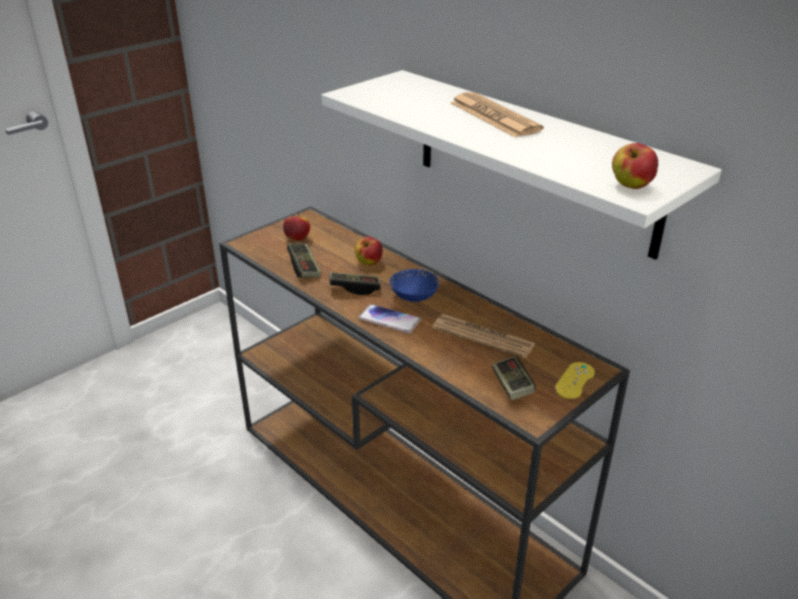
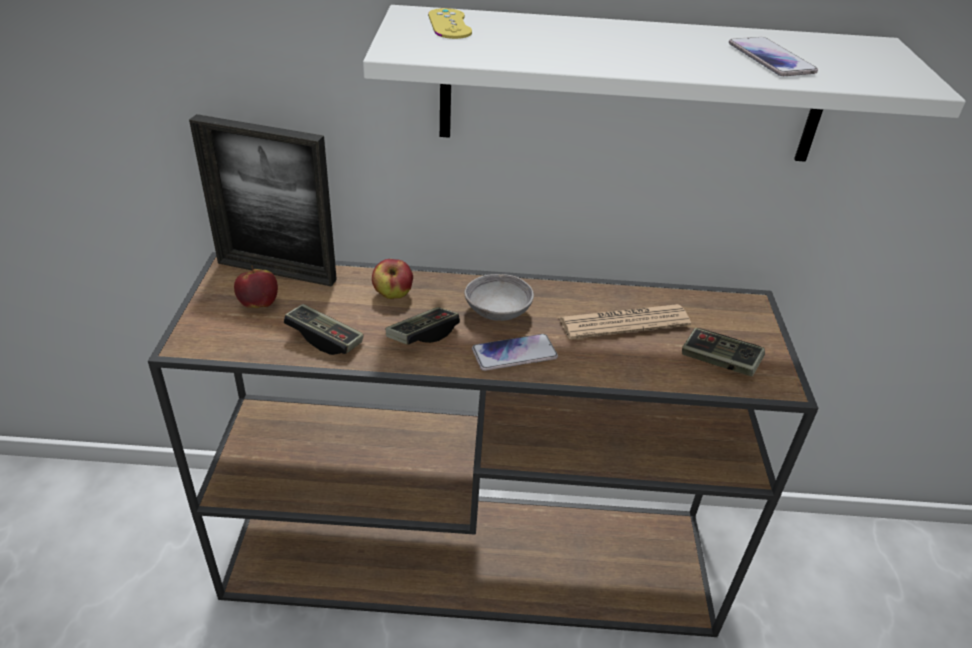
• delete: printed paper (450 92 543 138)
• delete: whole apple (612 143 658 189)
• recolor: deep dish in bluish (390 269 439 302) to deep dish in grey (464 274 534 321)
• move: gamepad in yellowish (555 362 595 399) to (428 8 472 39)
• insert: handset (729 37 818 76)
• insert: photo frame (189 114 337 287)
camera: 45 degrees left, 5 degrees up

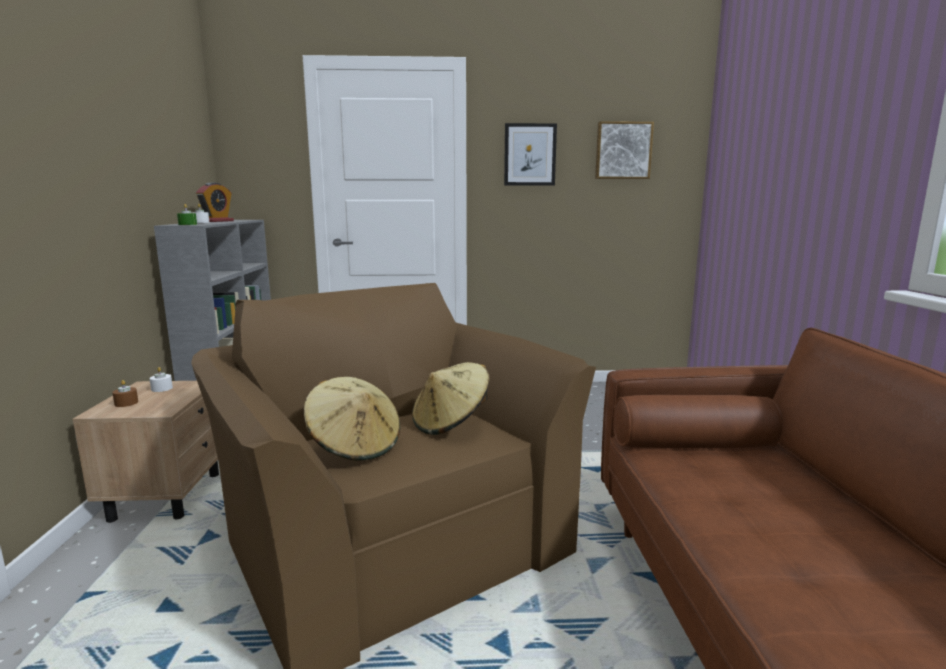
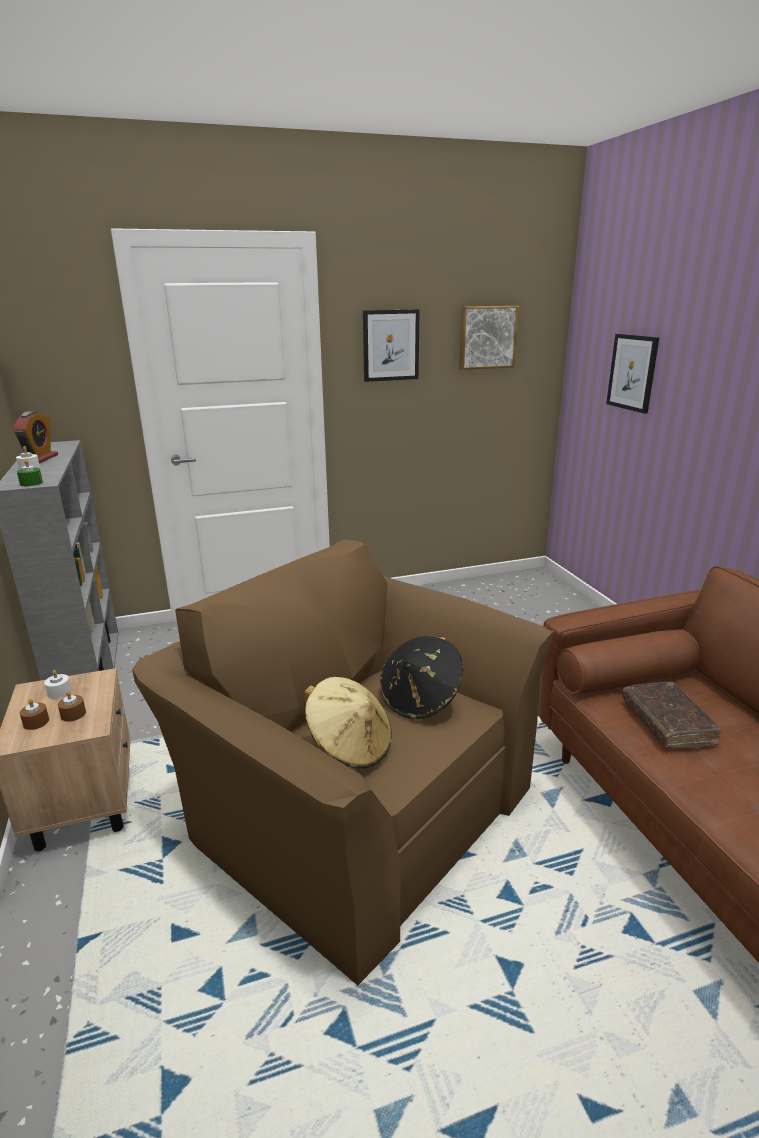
• recolor: wearable hat in beige (412 362 490 435) to wearable hat in black (380 636 463 719)
• insert: wall art (606 334 659 414)
• insert: book in brownish (622 681 722 748)
• insert: candle in brownish (58 691 86 722)
camera: 15 degrees left, 10 degrees up

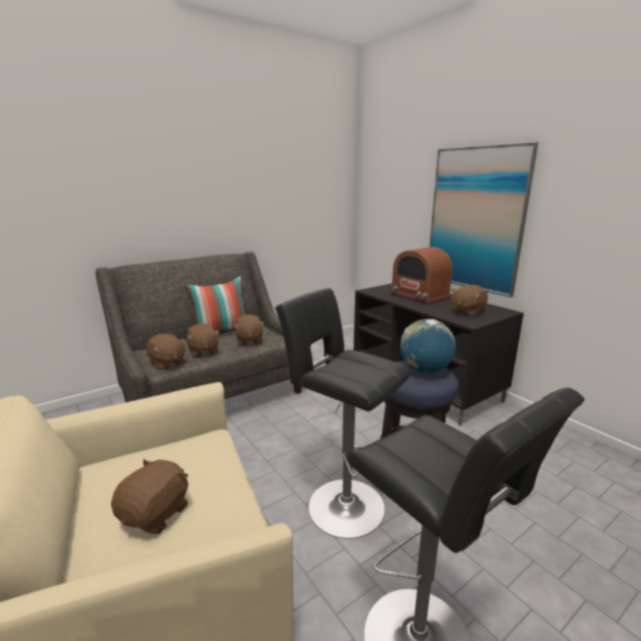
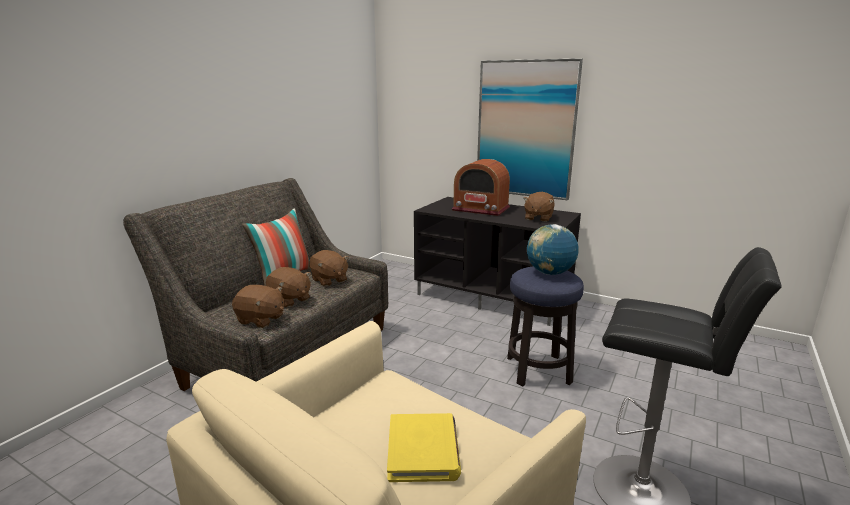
• delete: sitting stool in black (275 288 410 539)
• replace: plush toy in brownish (111 459 188 534) to book in yellowish (387 413 461 482)
camera: 25 degrees left, 0 degrees up

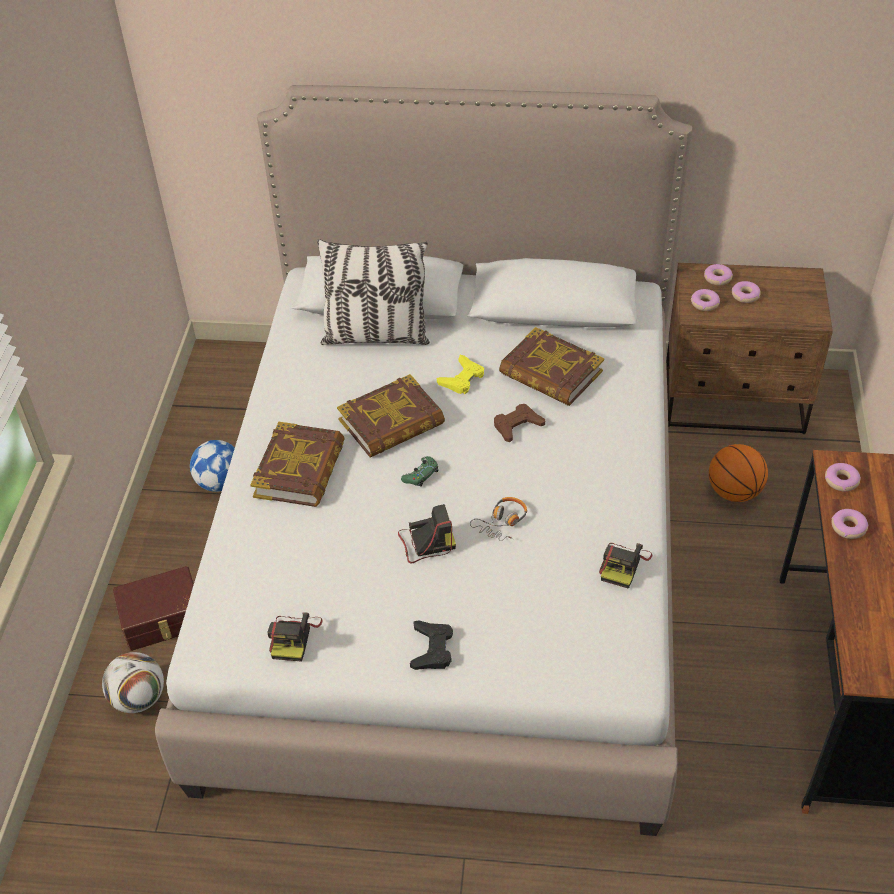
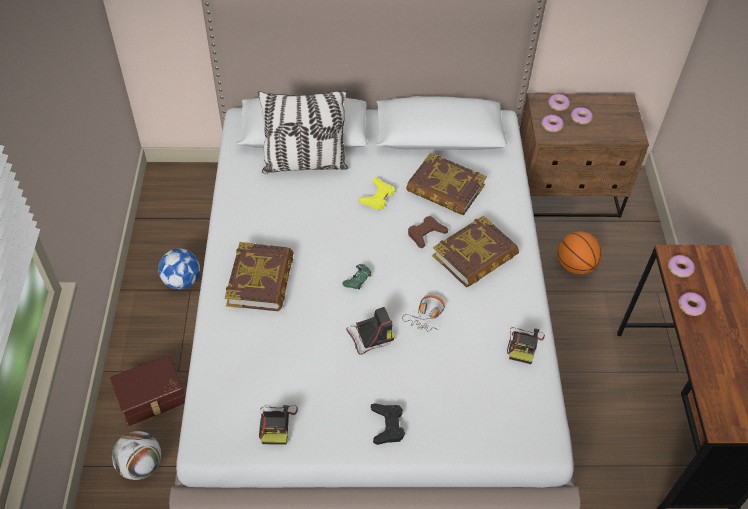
• move: book (337 374 445 457) to (432 215 519 288)
camera: 10 degrees left, 5 degrees up

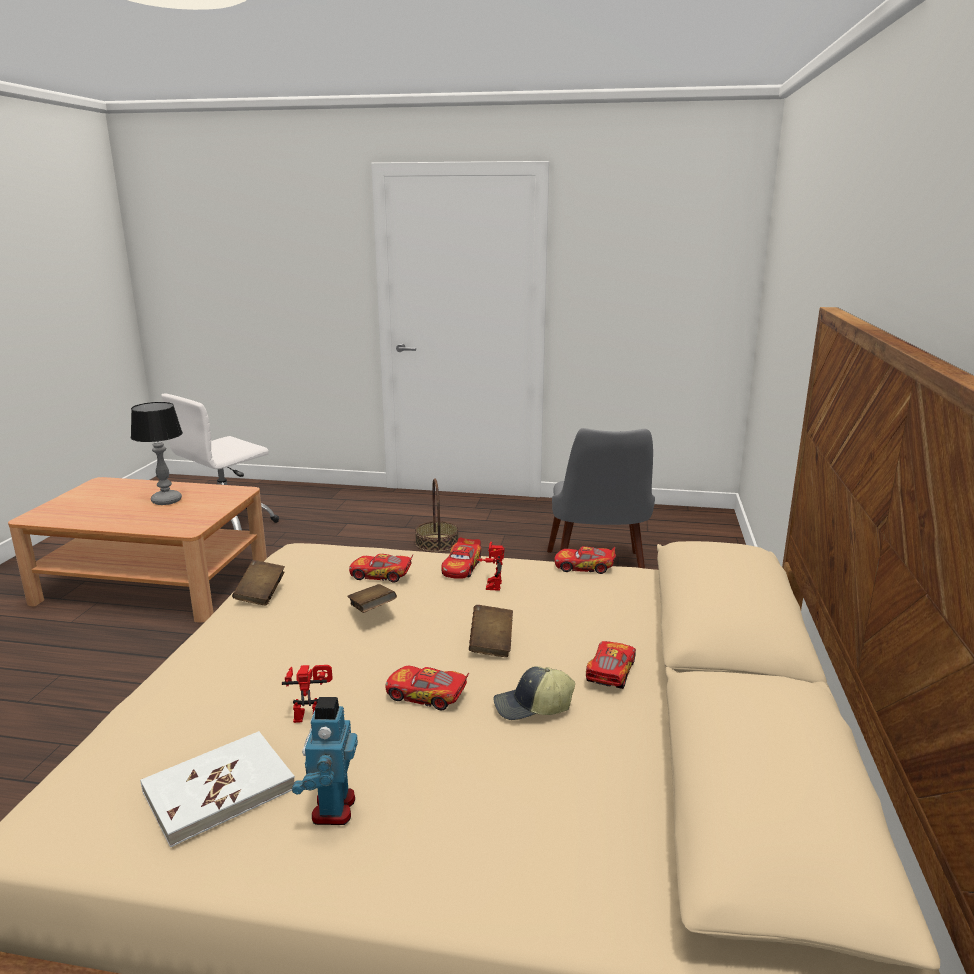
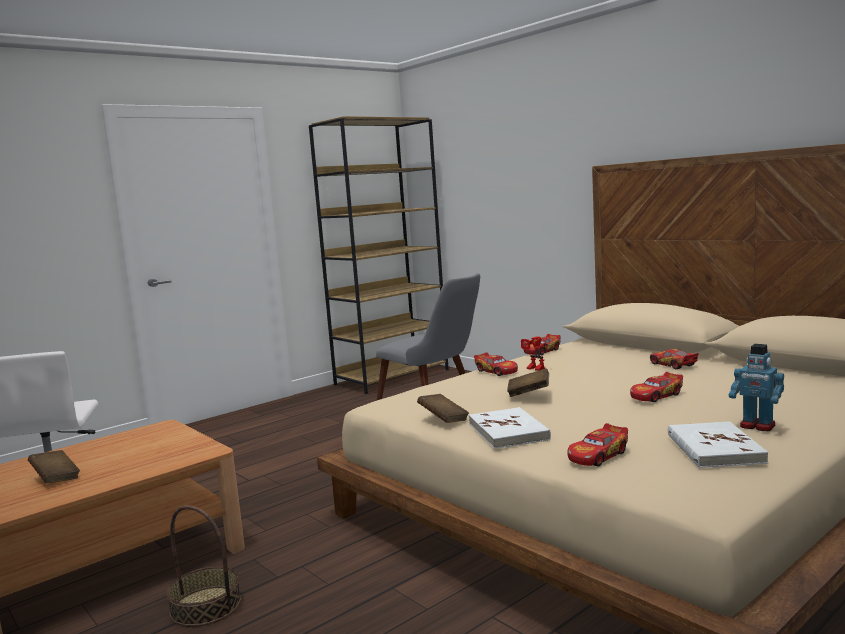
• delete: lamp for a table (131 402 183 505)
• move: basket (415 478 459 552) to (167 505 241 627)
• move: toy car (349 554 413 583) to (567 423 628 467)
• move: book in brownish (469 605 513 657) to (28 450 80 483)
• delete: model robot (282 665 332 723)
• delete: peaked cap (493 666 575 720)
• insert: bookcase in brownish (309 116 449 394)
• insert: book in white-coloured (469 407 551 449)
camera: 50 degrees left, 10 degrees down

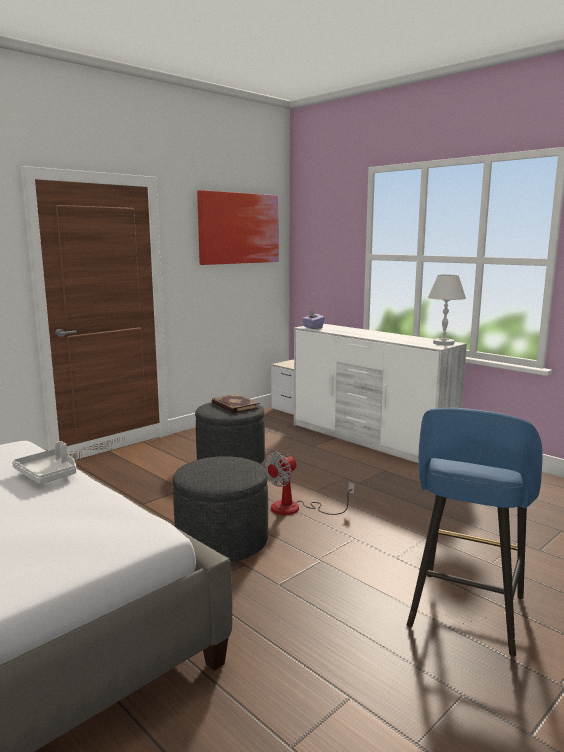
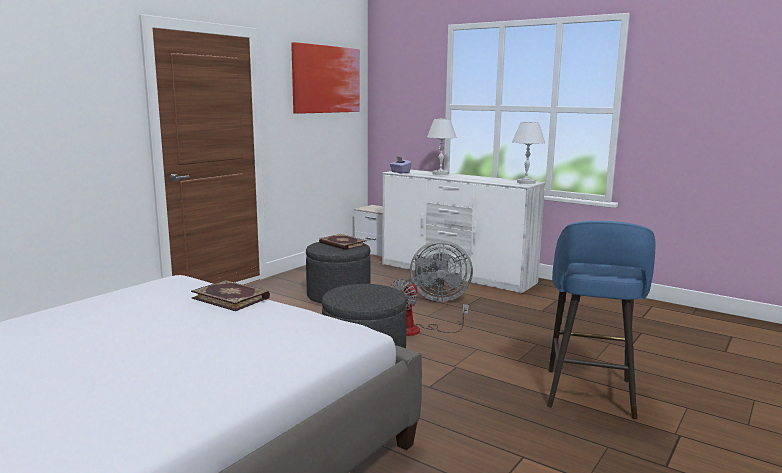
• replace: serving tray in grey (12 441 76 484) to book (191 280 270 311)
• insert: lamp for a table in white-coloured (427 119 457 175)
• insert: cooling fan in grey (410 240 473 302)
camera: 10 degrees left, 0 degrees up

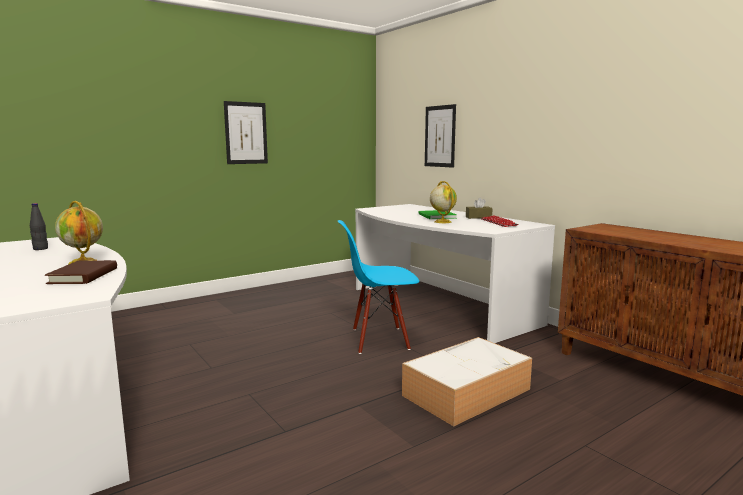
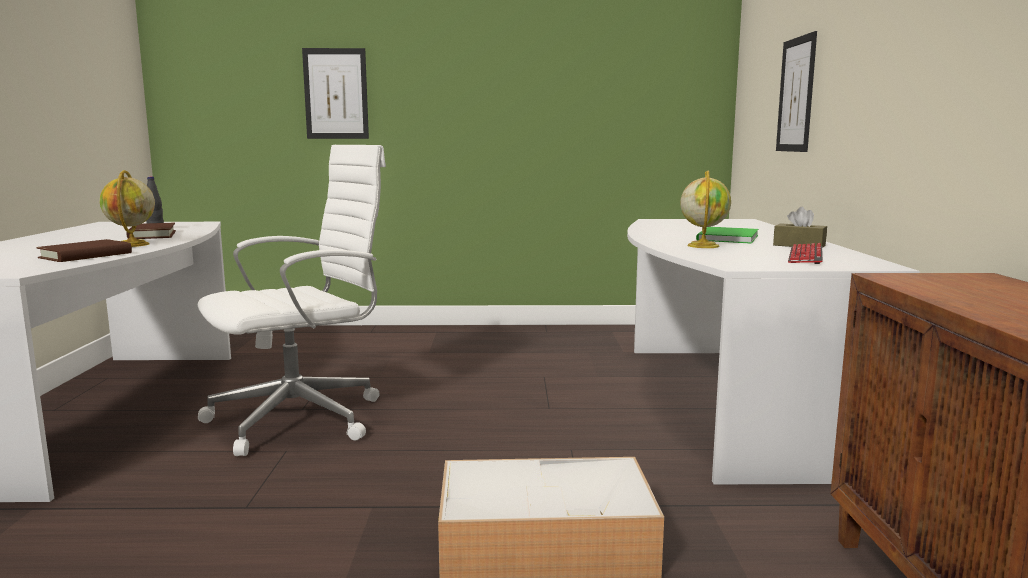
• move: wall art (224 101 268 164) to (302 48 369 139)
• delete: plain chair in bluish (338 220 419 354)
• insert: computer chair in white-coloured (198 145 386 456)
• insert: book in brownish (126 223 176 239)
camera: 35 degrees right, 0 degrees up

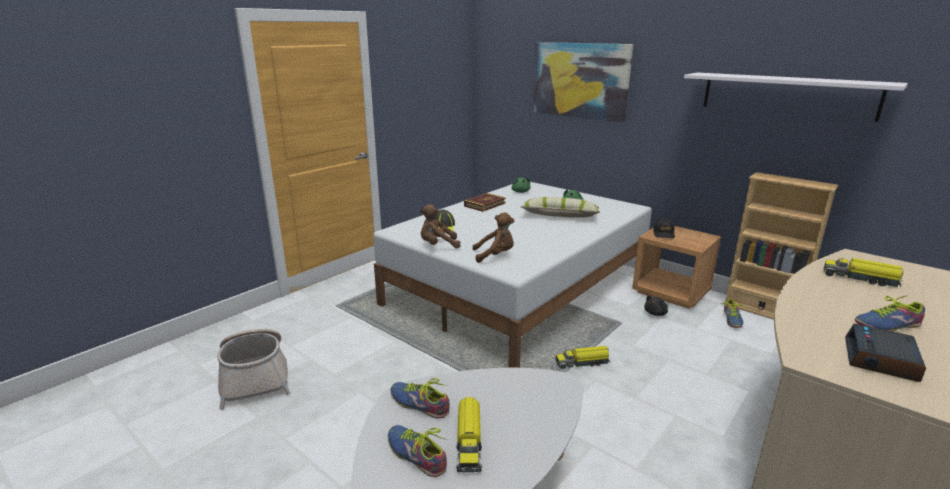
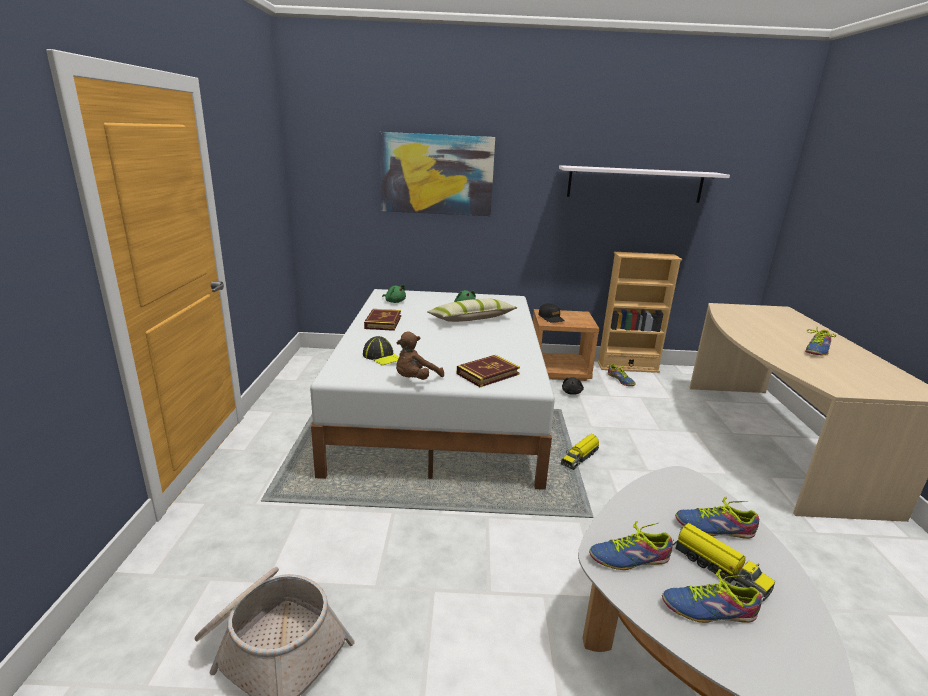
• replace: plush toy in brownish (473 212 514 263) to book (457 355 520 387)
• delete: model truck (824 258 904 287)
• delete: bedside clock (845 324 926 382)
• insert: item of footwear (675 497 759 539)
camera: 40 degrees left, 0 degrees up

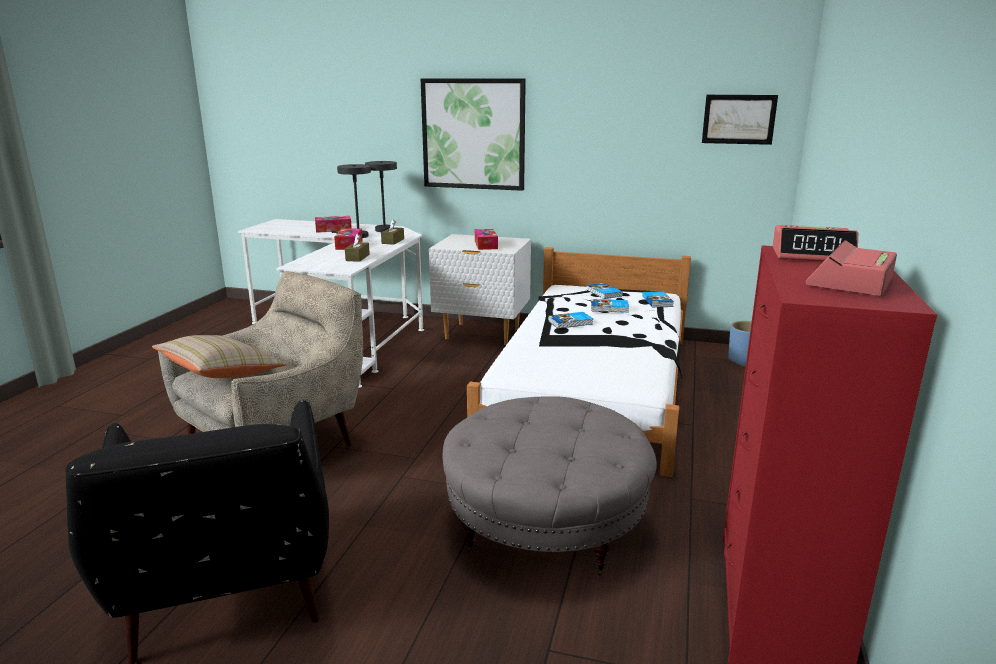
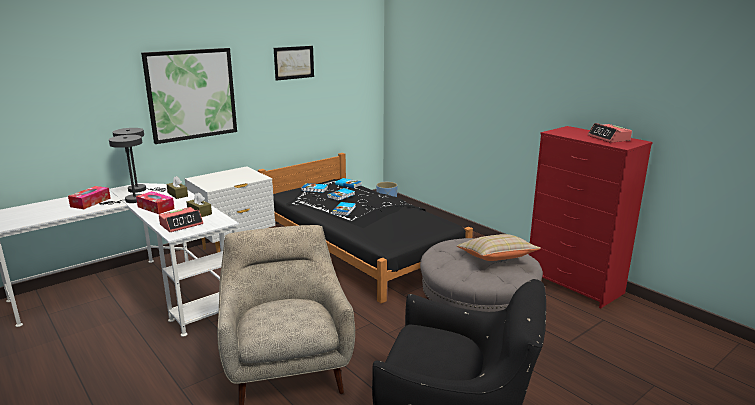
• move: wall art (702 95 778 145) to (274 46 314 81)
• move: bedside clock (772 225 858 261) to (159 207 203 232)
• delete: box of tissues (475 229 498 250)
• recolor: sleeping bed in white-coloured (467 247 691 477) to sleeping bed in black (258 153 473 303)
• move: throw pillow in beige (152 335 287 378) to (457 234 541 261)
camera: 55 degrees left, 0 degrees up

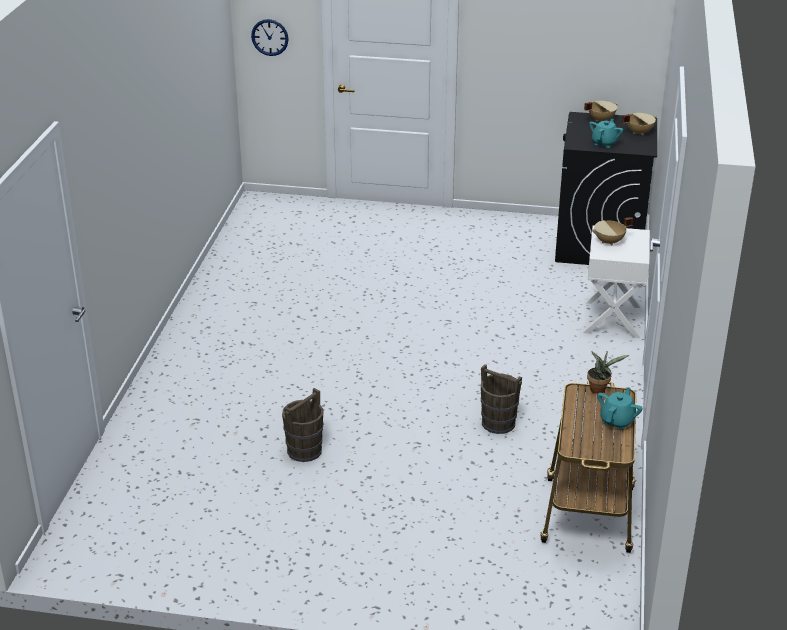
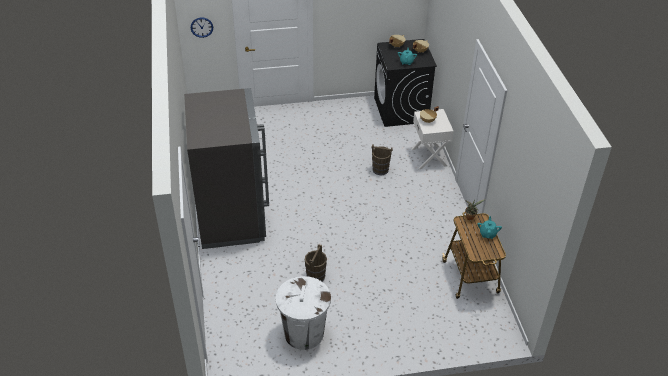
• move: pail in brownish (481 364 522 434) to (371 144 393 175)
• insert: fridge in grey (184 88 269 249)
• insert: waste bin in white-coloured (276 276 331 350)
camera: 20 degrees left, 10 degrees up

